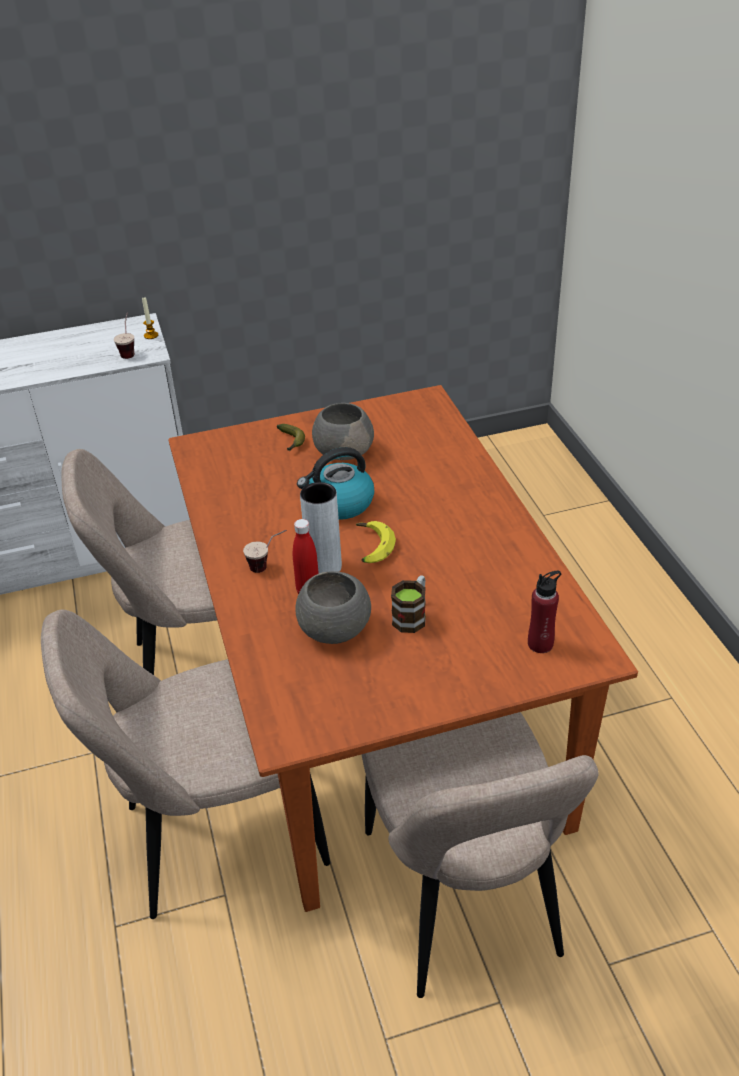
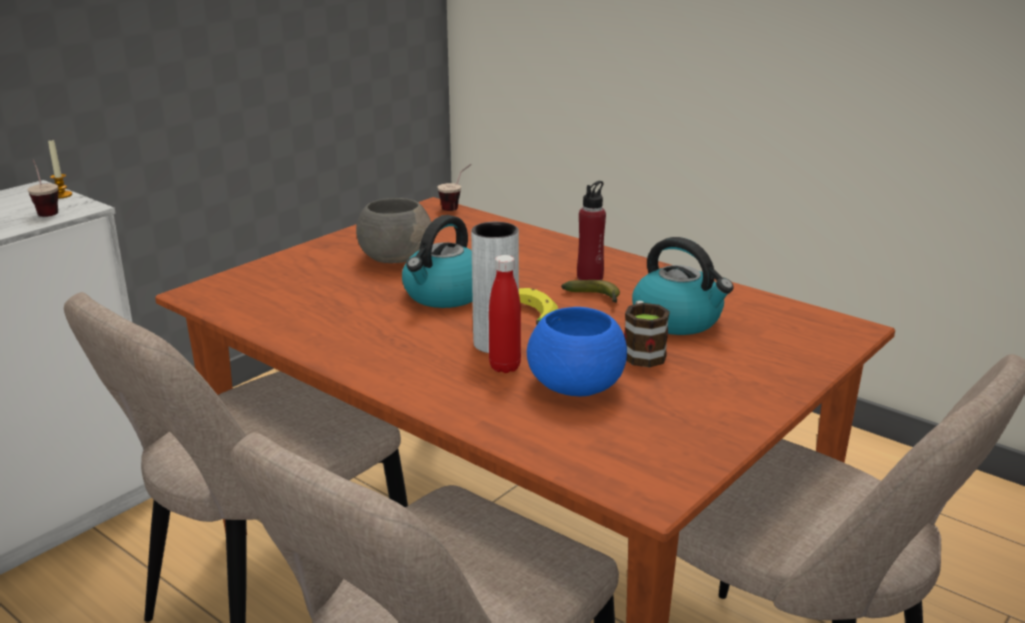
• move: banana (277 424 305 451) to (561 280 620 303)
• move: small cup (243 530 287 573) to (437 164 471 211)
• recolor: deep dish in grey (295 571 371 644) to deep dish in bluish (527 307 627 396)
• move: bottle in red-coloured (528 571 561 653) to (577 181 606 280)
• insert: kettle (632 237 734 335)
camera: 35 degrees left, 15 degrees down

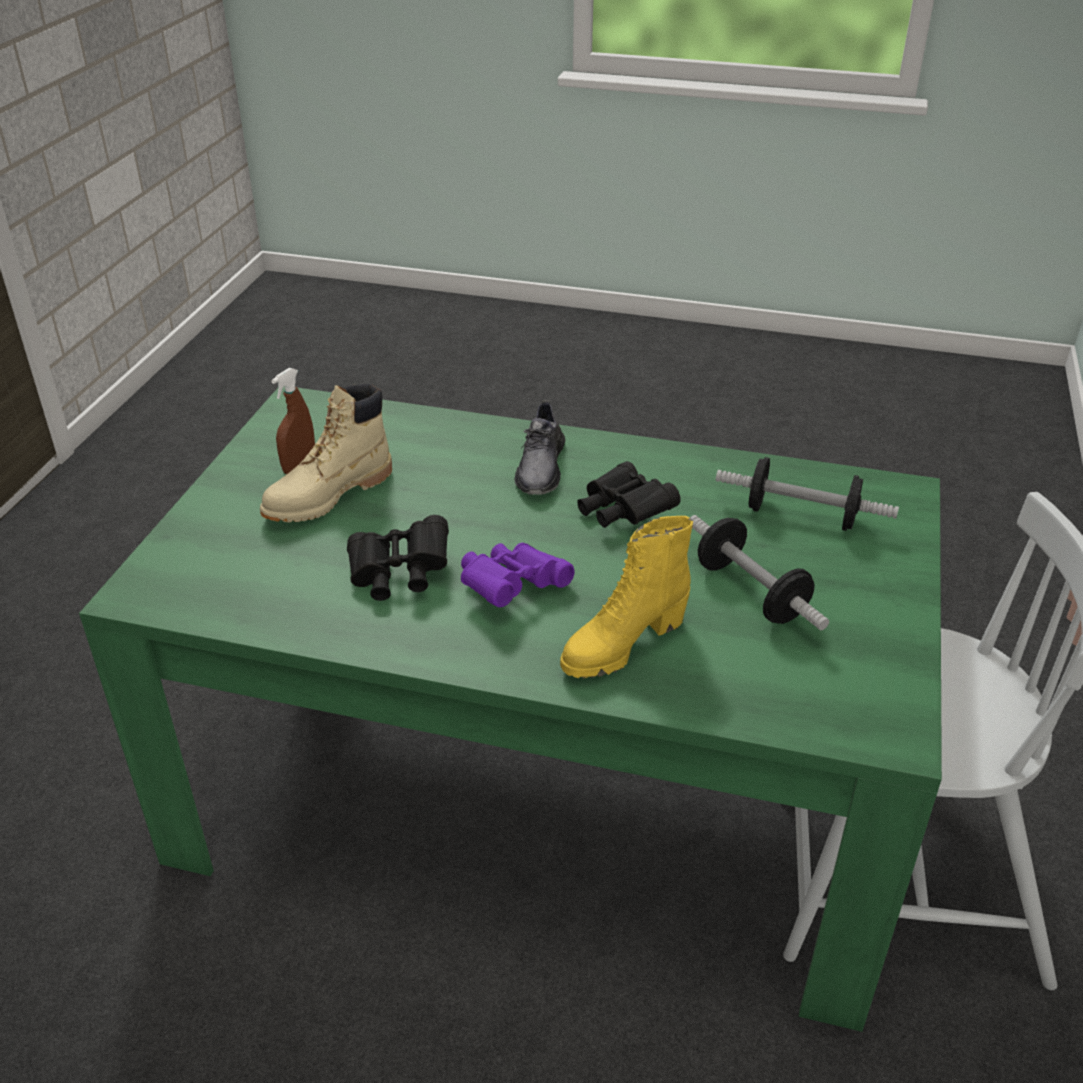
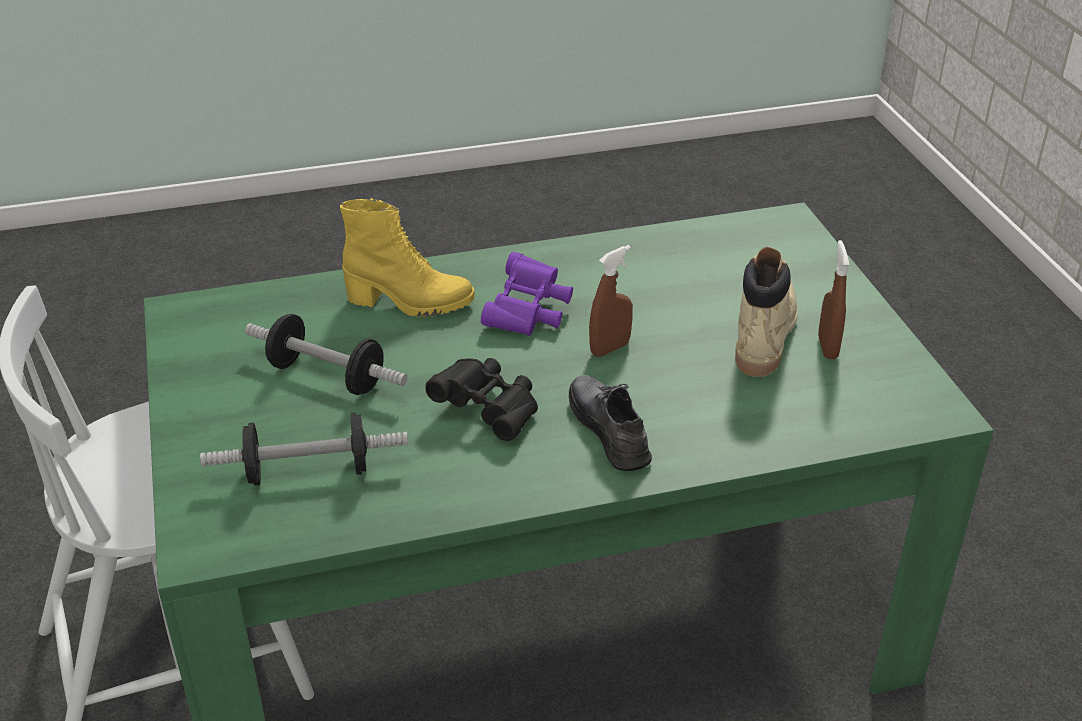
• delete: pair of binoculars in black (347 515 449 601)
• rotate: high-top boot in yellowish (560 516 693 678) = (340 198 475 317) 75 degrees clockwise
• insert: sprayer in brownish (589 245 633 357)
camera: 150 degrees right, 0 degrees up

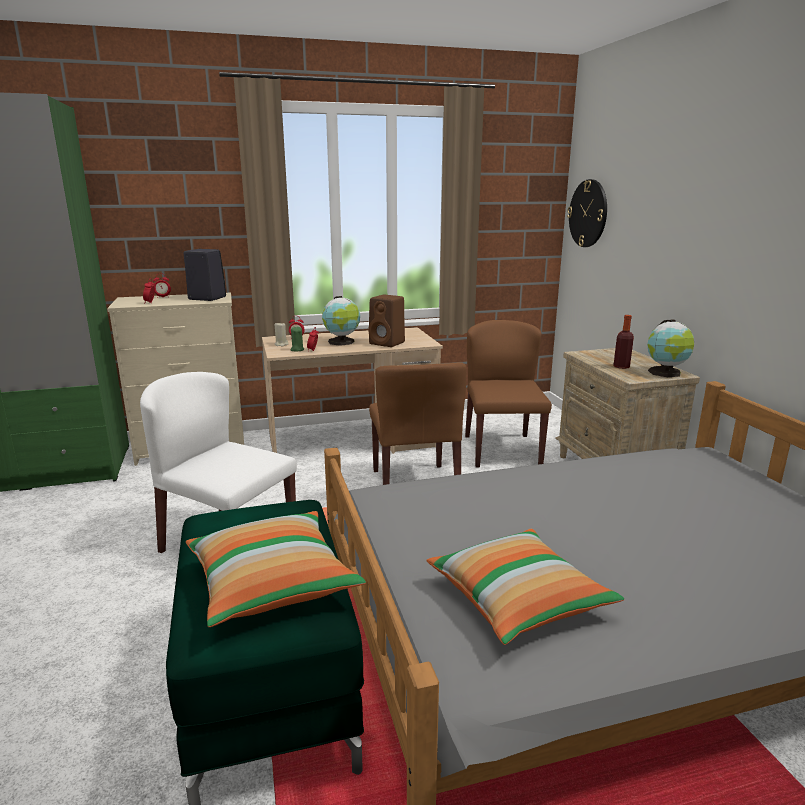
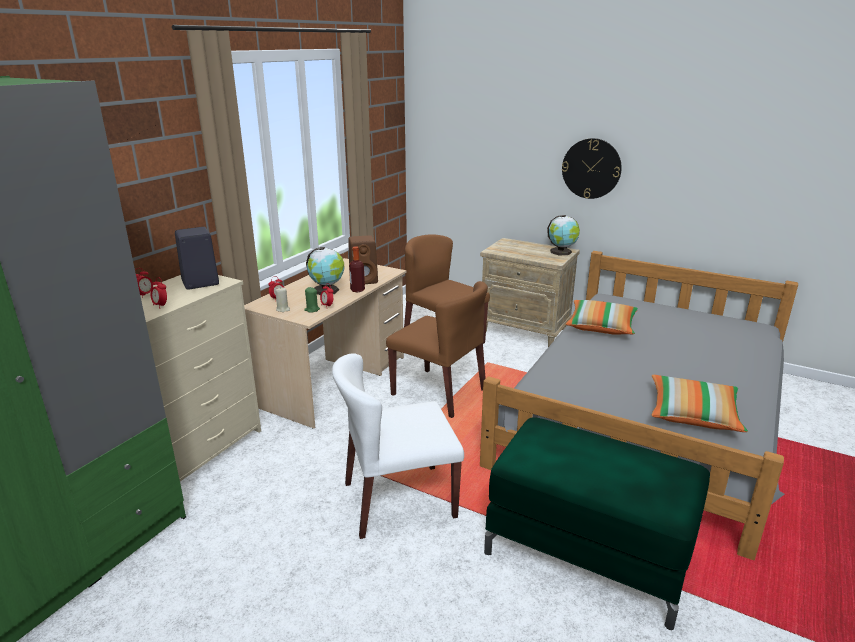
• move: hanging clock (567 179 607 247) to (562 138 622 199)
• move: bottle (613 315 634 369) to (349 246 365 292)
• move: throw pillow (186 511 366 627) to (566 300 638 335)
camera: 45 degrees left, 5 degrees up

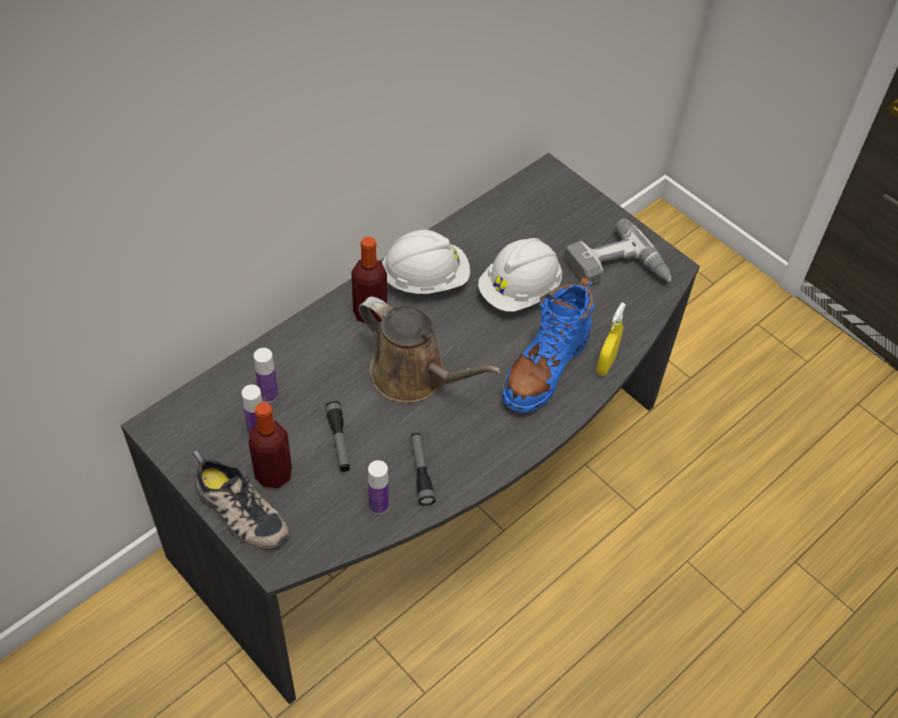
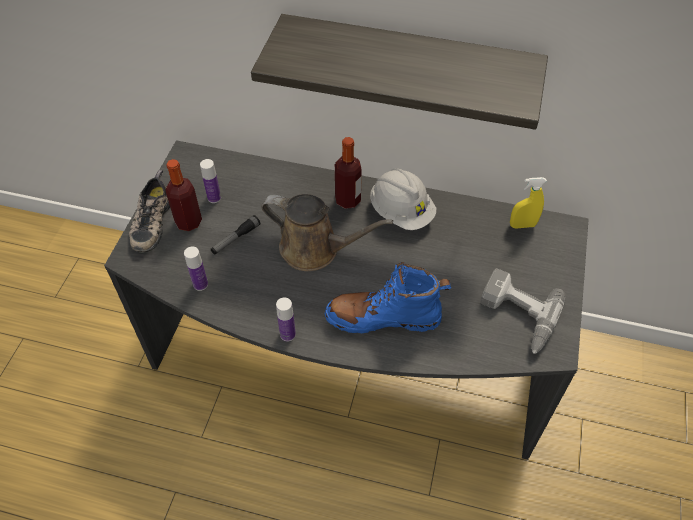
• delete: safety helmet in white-coloured (478 238 562 312)
• rotate: watering pot in brownish (358 297 502 403) = (261 194 393 271) 75 degrees counterclockwise
• move: sprayer in yellowish (596 303 626 376) to (510 177 547 229)
• move: bottle (254 348 278 403) to (276 297 296 342)
• delete: hand torch (411 433 435 506)
• insert: bracket shelf (251 14 548 130)
camera: 60 degrees right, 0 degrees up

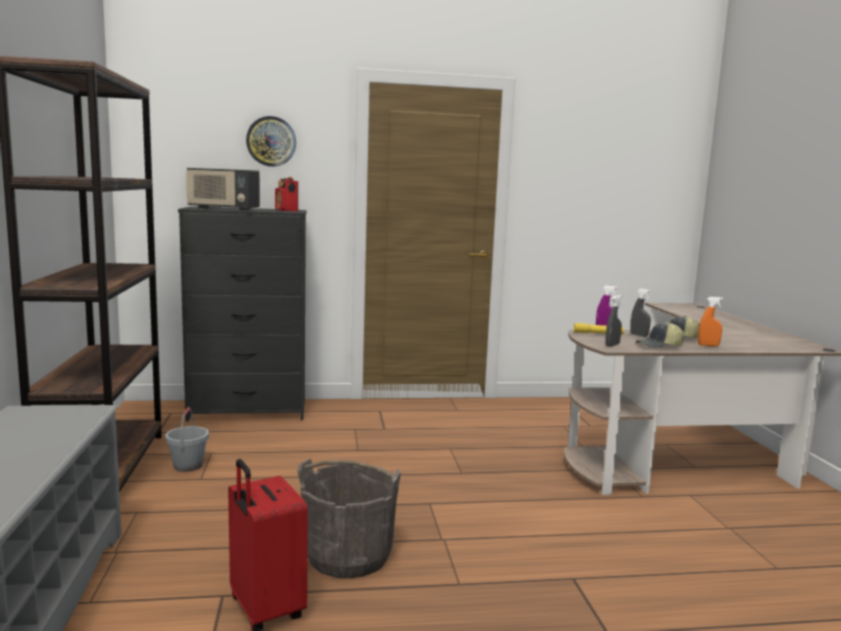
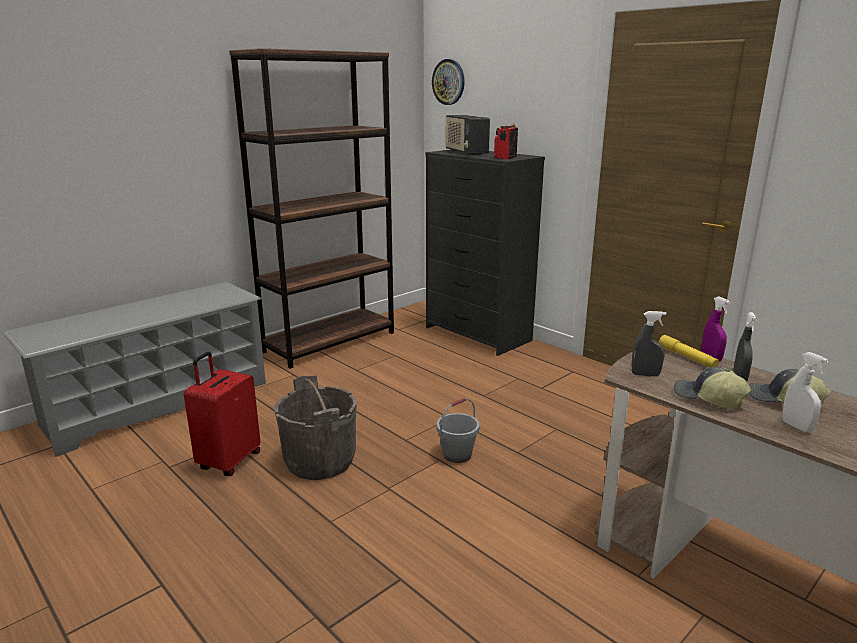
• move: hanging clock (246 116 296 167) to (432 59 465 105)
• recolor: sprayer in orange-coloured (698 297 723 346) to sprayer in white-coloured (782 352 828 433)
• move: pail in grey (165 407 209 472) to (436 398 480 463)
camera: 55 degrees right, 10 degrees up

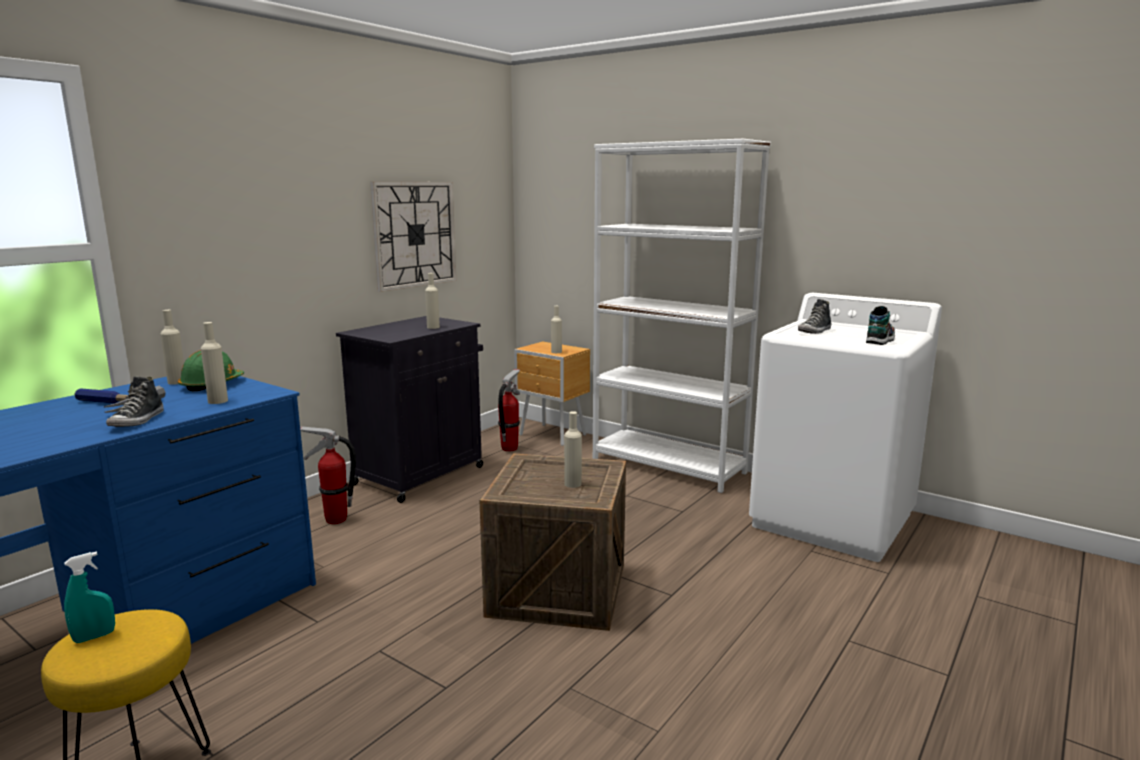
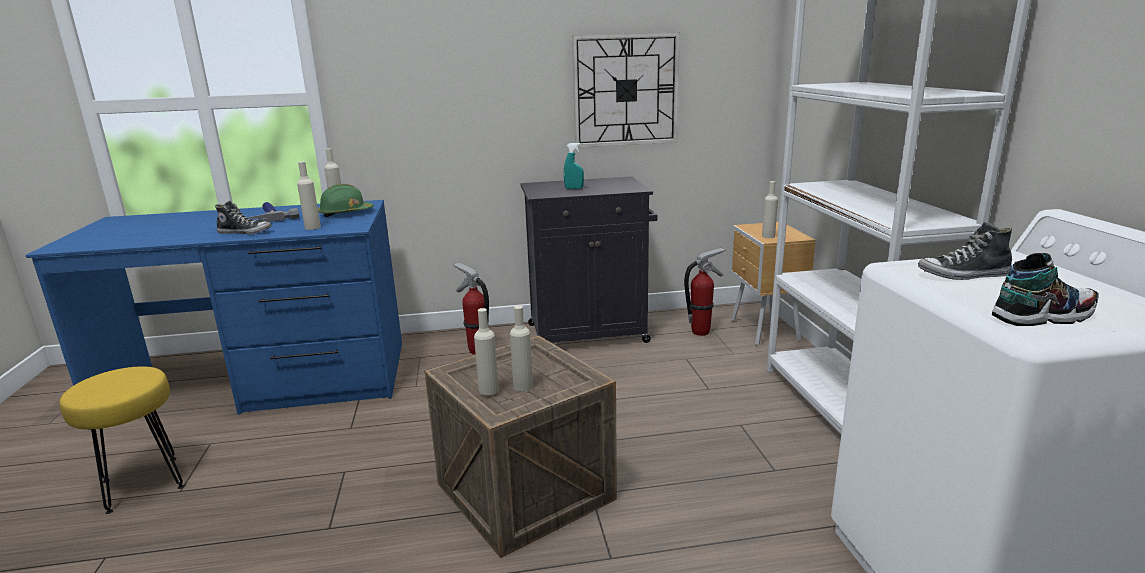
• move: bottle in beige (425 273 440 329) to (474 308 499 396)
• rotate: item of footwear (106 376 164 428) = (215 201 272 234) 135 degrees counterclockwise
• move: sprayer in turquoise (64 551 115 643) to (564 143 584 189)
camera: 45 degrees right, 5 degrees up

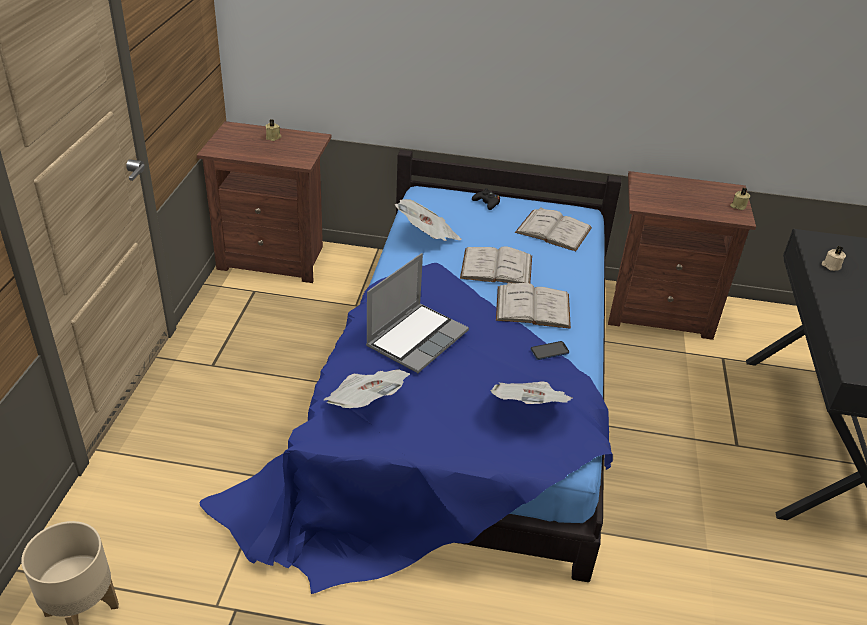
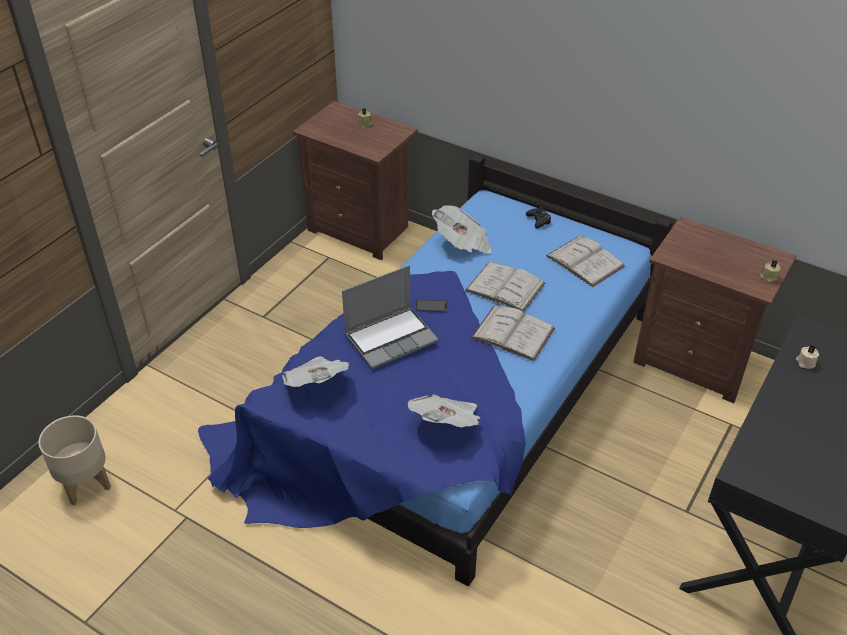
• move: handset (530 341 569 360) to (416 299 447 312)
camera: 25 degrees right, 5 degrees up

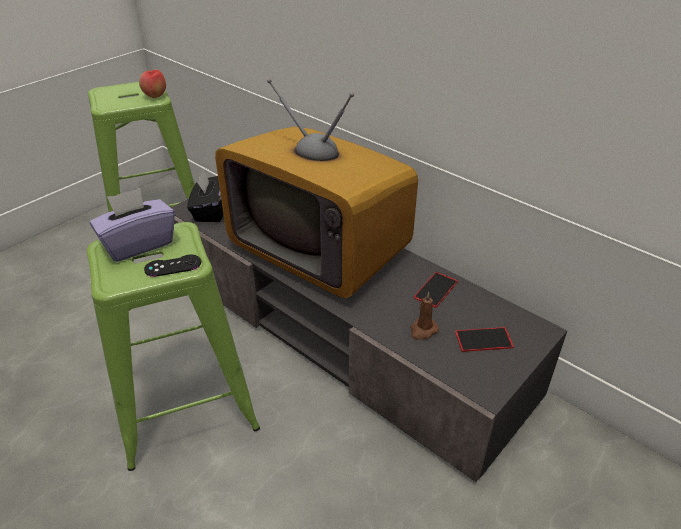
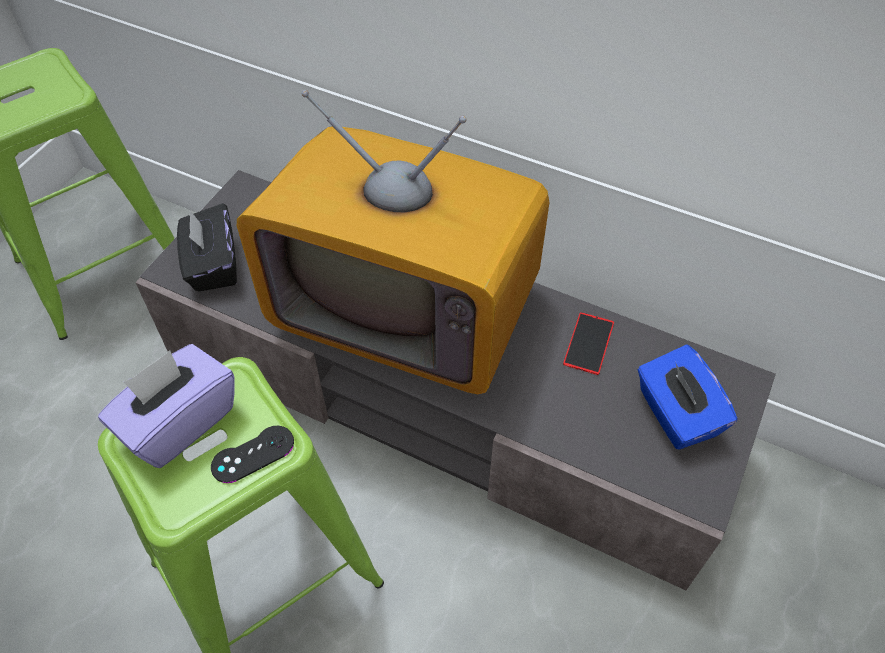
• delete: whole apple (139 69 166 98)
• delete: candle in brownish (410 292 439 340)
• replace: handset (455 327 514 352) to box of tissues in bluish (638 344 737 450)
camera: 15 degrees left, 15 degrees up

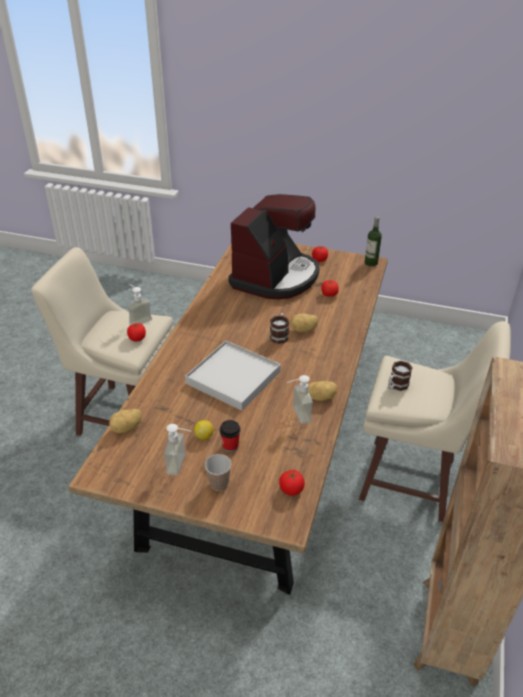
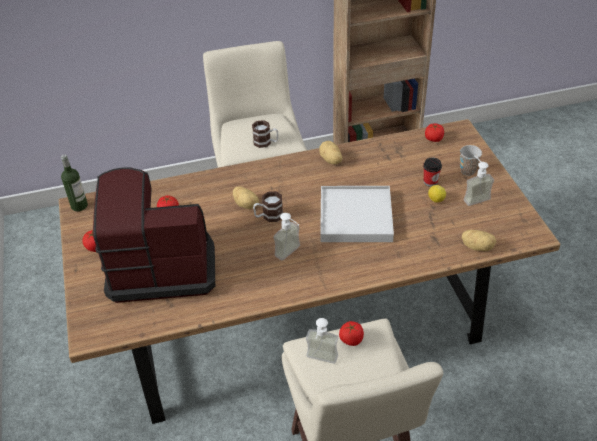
• move: soap bottle (287 375 313 424) to (273 213 300 261)
camera: 120 degrees left, 5 degrees up

